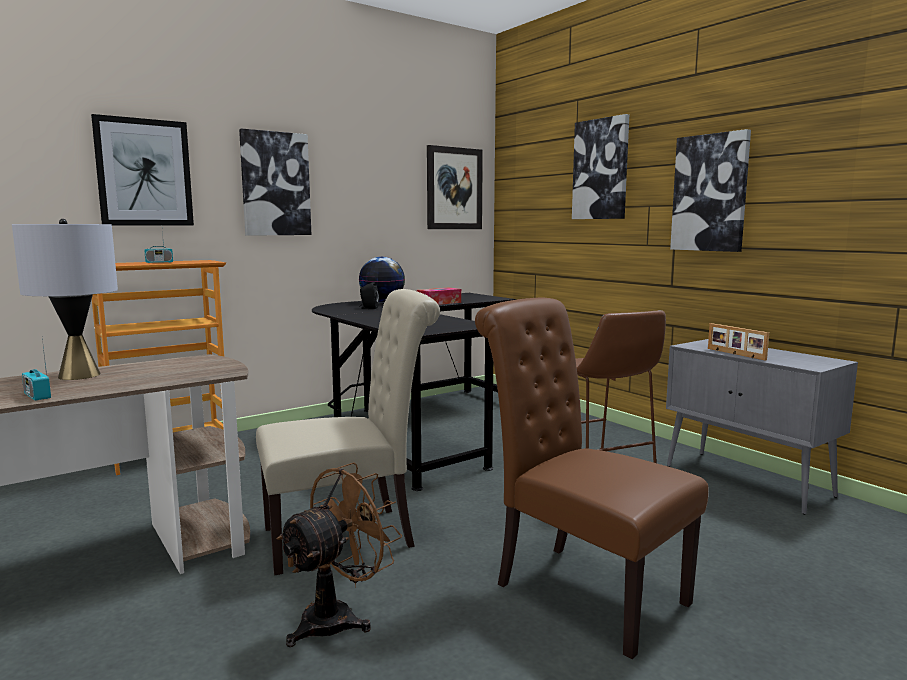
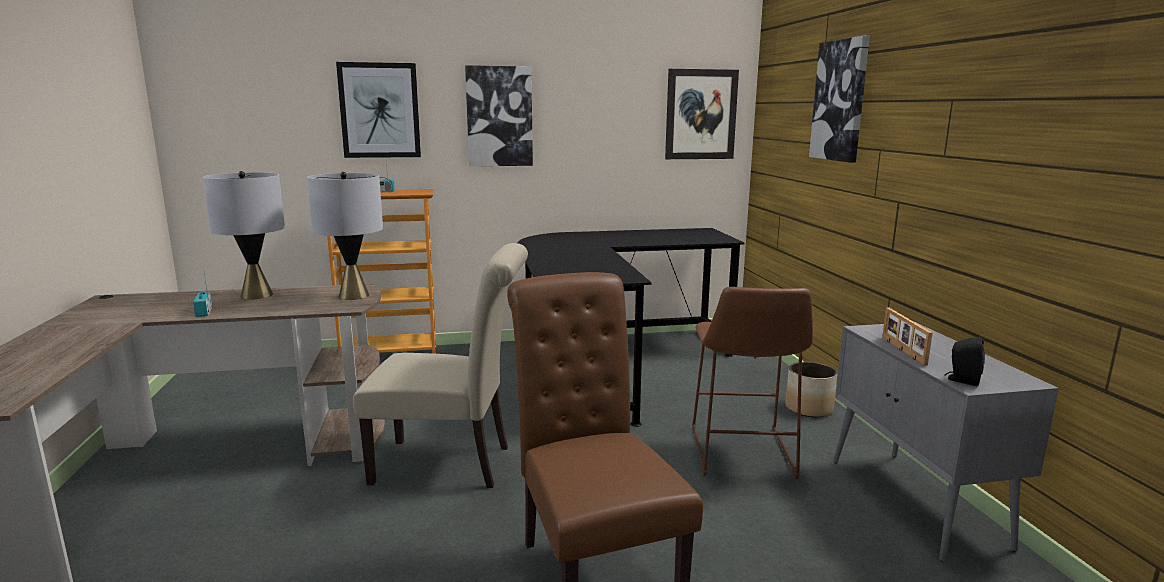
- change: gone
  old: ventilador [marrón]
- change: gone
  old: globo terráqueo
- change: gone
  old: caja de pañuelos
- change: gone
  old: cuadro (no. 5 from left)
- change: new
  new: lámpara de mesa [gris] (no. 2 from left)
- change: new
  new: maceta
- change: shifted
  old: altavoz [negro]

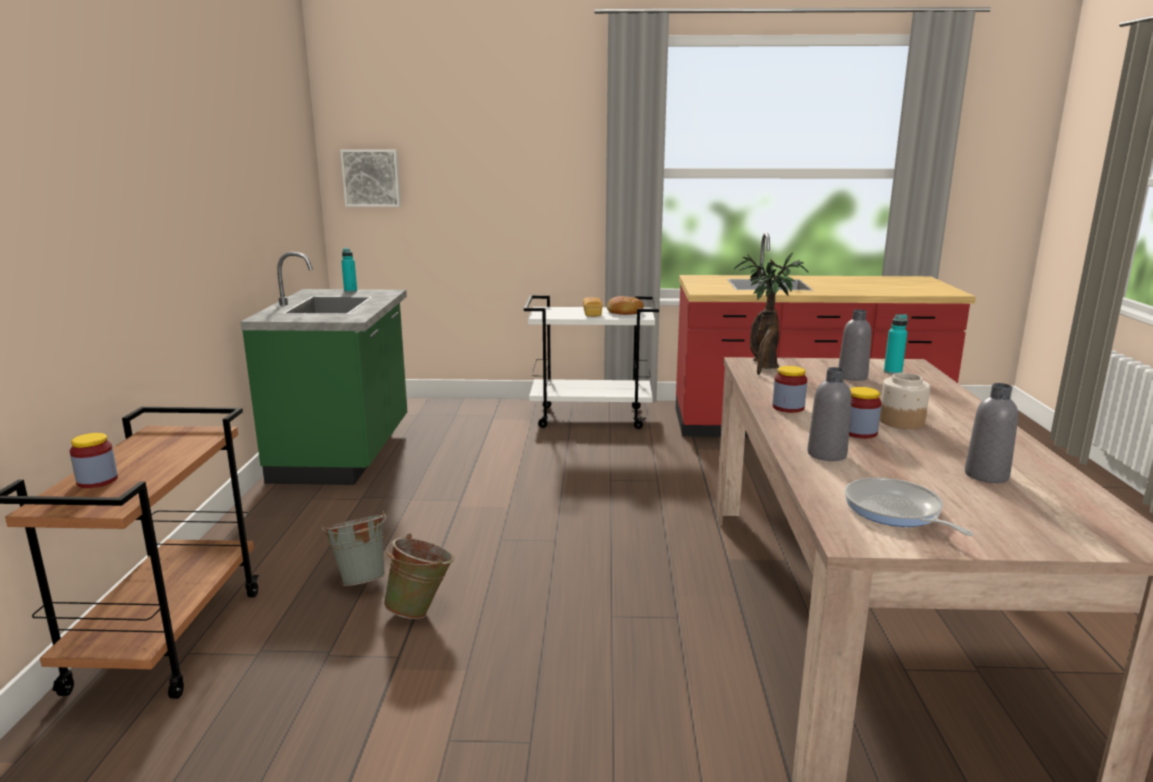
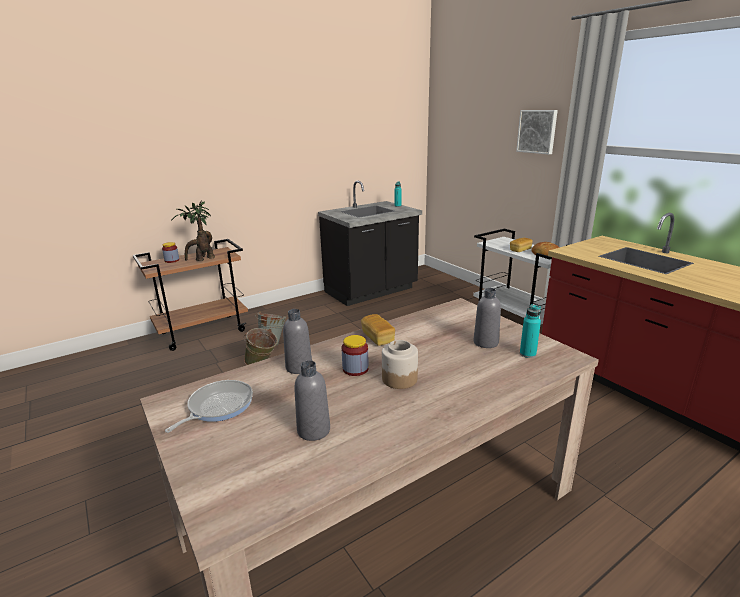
- change: shifted
  old: cuadro
- change: shifted
  old: planta en maceta
- change: swapped
  old: tarro (no. 2 from left)
  new: pan (no. 1 from left)
- change: repainted
  old: mueble bajo de cocina [verde]
  new: mueble bajo de cocina [negro]

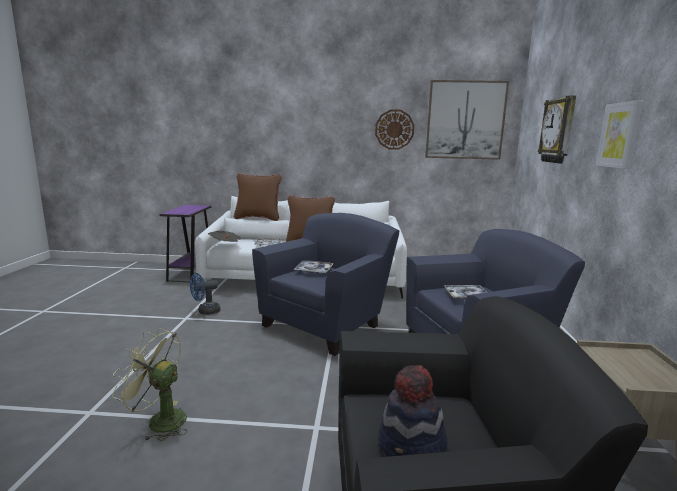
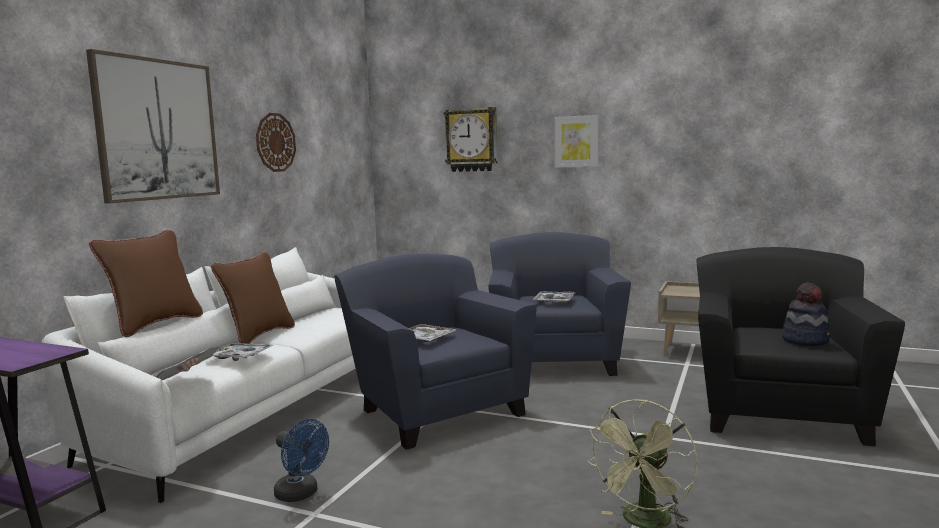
- change: shifted
  old: cuadro (no. 1 from left)
- change: rotated
  old: ventilador [azul]
  degrees: -45

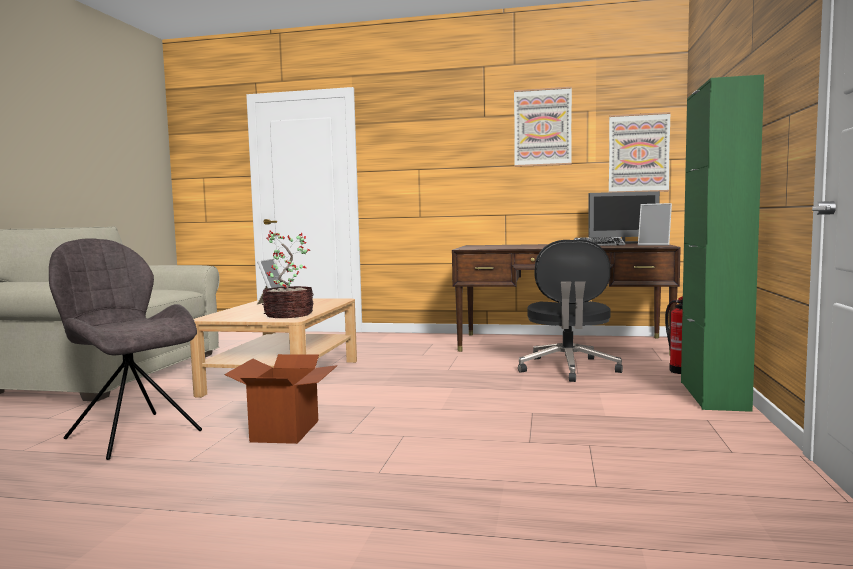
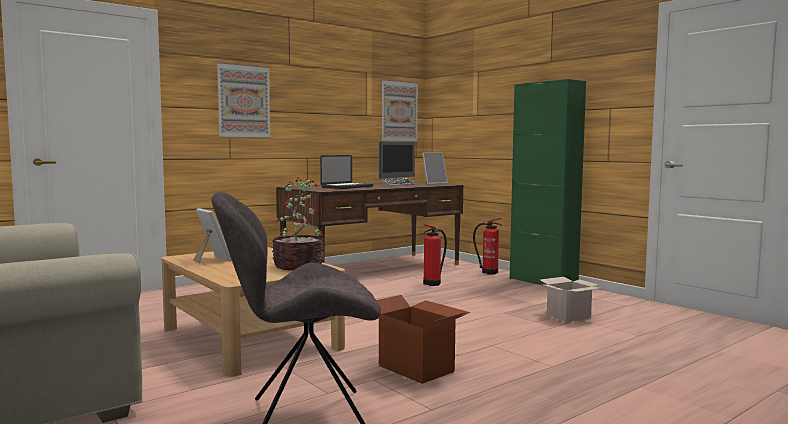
- change: new
  new: portátil
- change: new
  new: caja de cartón (no. 2 from left)
- change: shifted
  old: cuadro (no. 1 from left)
- change: swapped
  old: silla de oficina [negro]
  new: extintor (no. 1 from left)

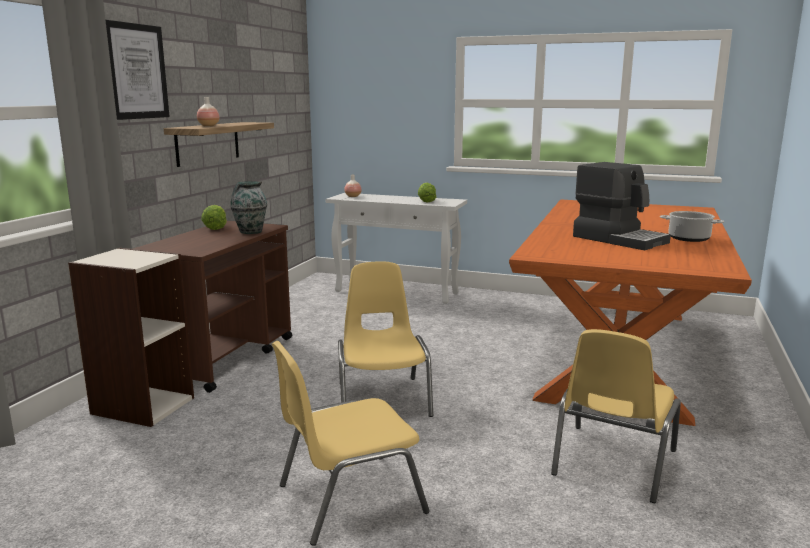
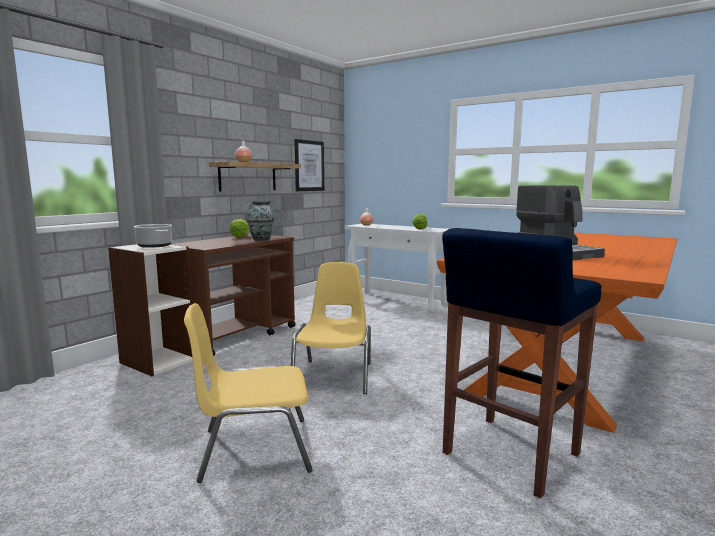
- change: shifted
  old: cuadro
- change: shifted
  old: olla
- change: swapped
  old: silla [amarillo] (no. 3 from left)
  new: taburete [azul]

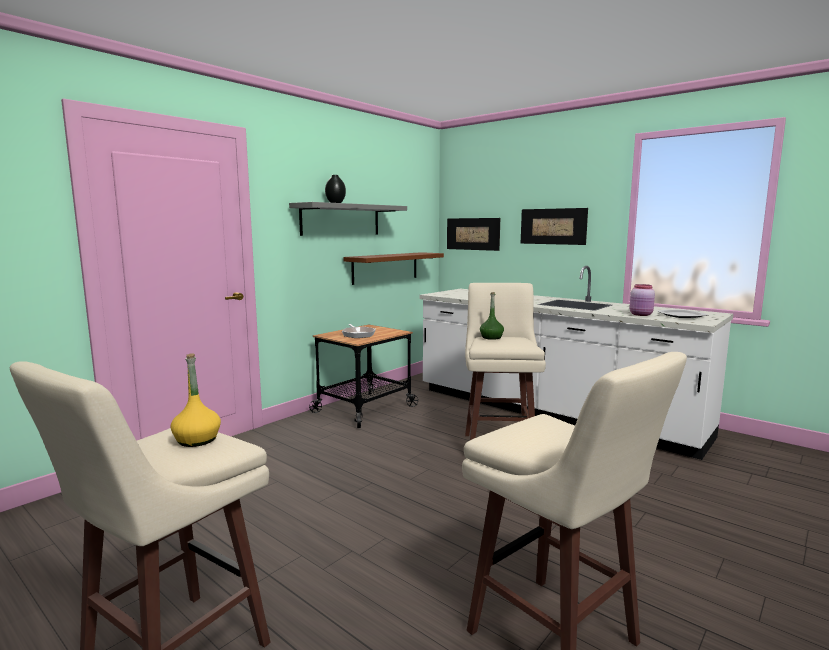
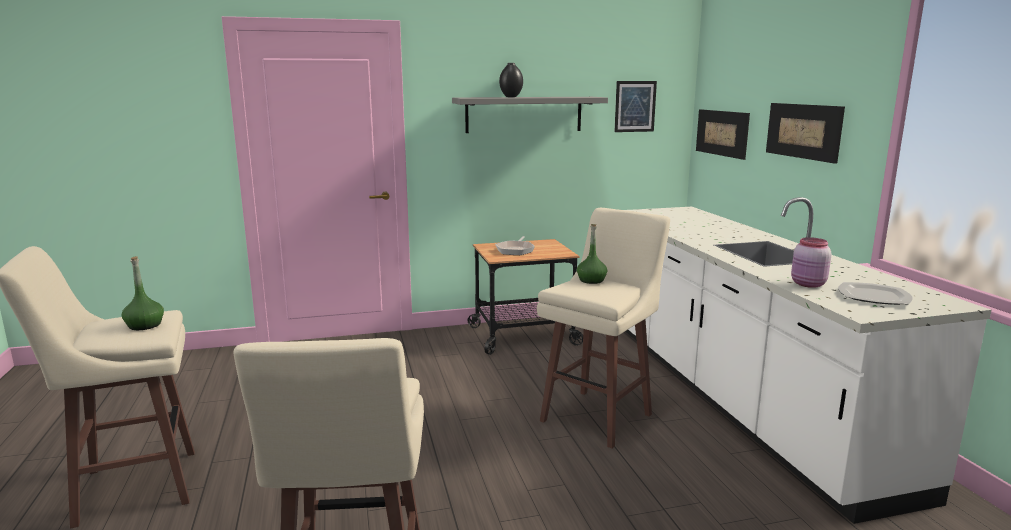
- change: gone
  old: estante [marrón]
- change: new
  new: cuadro (no. 1 from left)
- change: repainted
  old: botella [amarillo]
  new: botella [verde] (no. 1 from left)

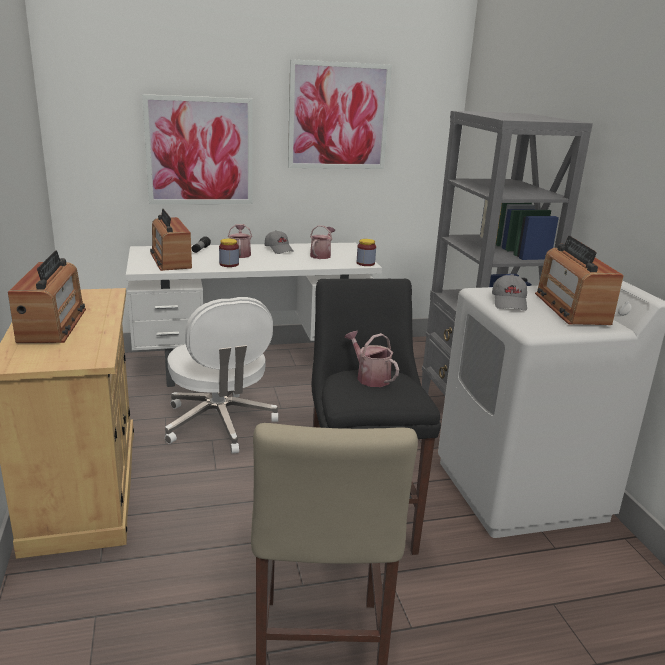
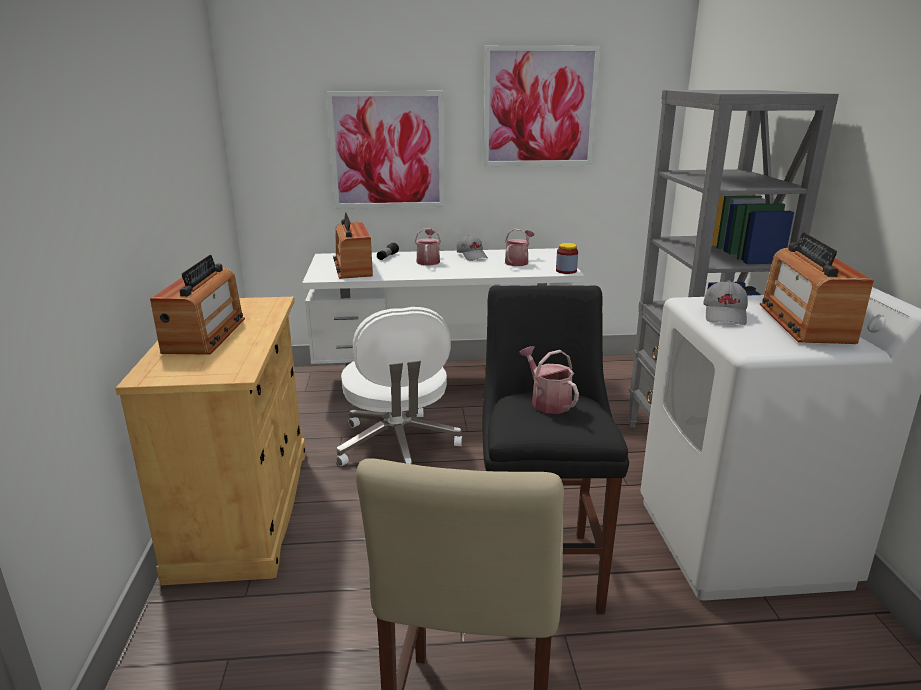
- change: gone
  old: tarro (no. 1 from left)

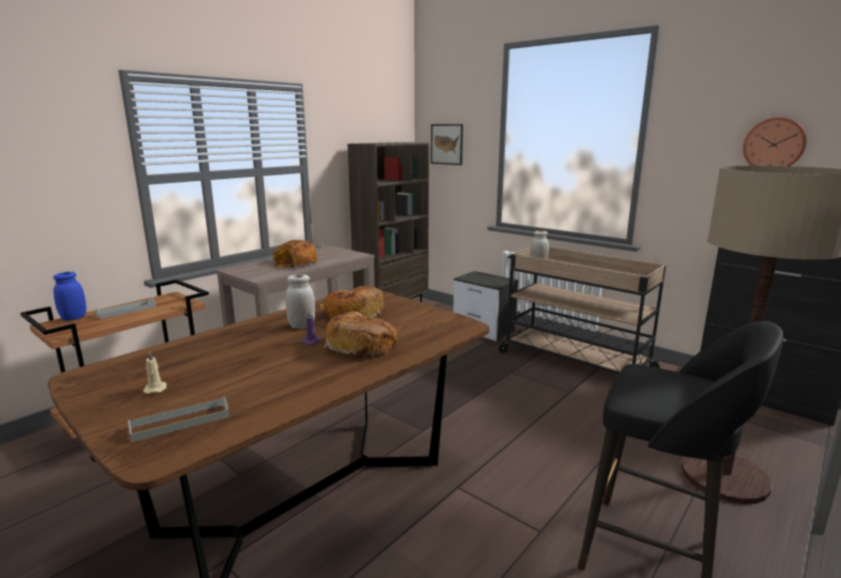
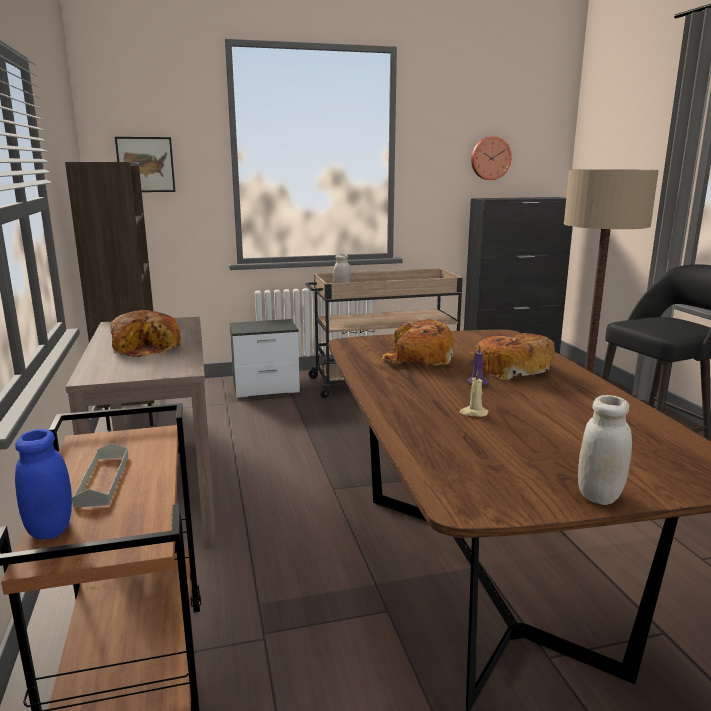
- change: gone
  old: bandeja [gris] (no. 2 from left)
- change: shifted
  old: vela [beis]
- change: shifted
  old: tarro [blanco] (no. 1 from left in the first image)
  new: tarro [blanco] (no. 2 from left)

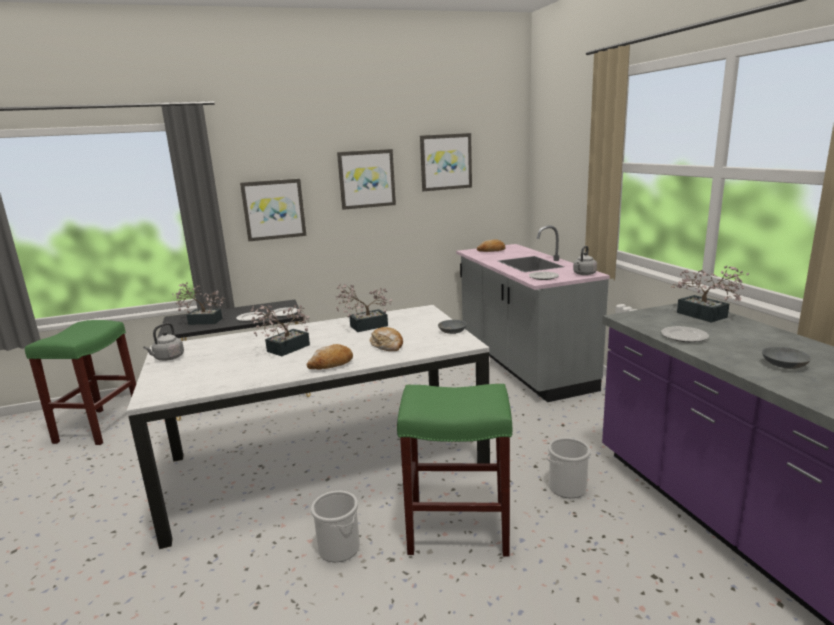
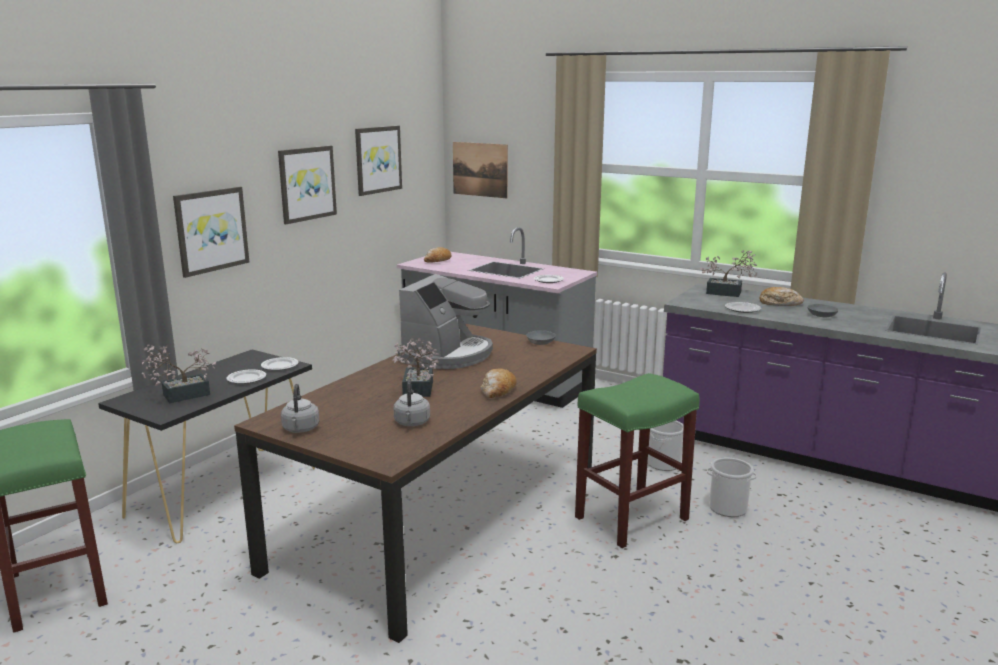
- change: new
  new: cuadro (no. 4 from left)
- change: shifted
  old: cubo (no. 1 from left in the first image)
  new: cubo (no. 2 from left)
- change: shifted
  old: pan (no. 2 from left in the first image)
  new: pan (no. 3 from left)
- change: shifted
  old: hervidor [gris] (no. 2 from left)
- change: swapped
  old: planta en maceta (no. 3 from left)
  new: cafetera
- change: repainted
  old: mesa de comedor [blanco]
  new: mesa de comedor [marrón]

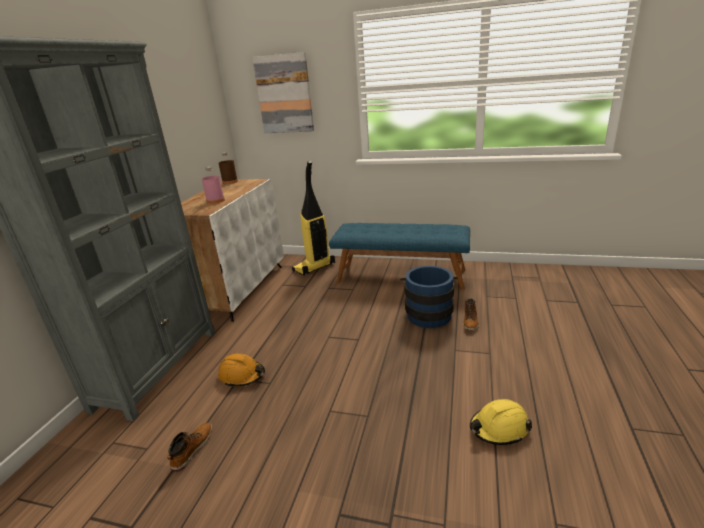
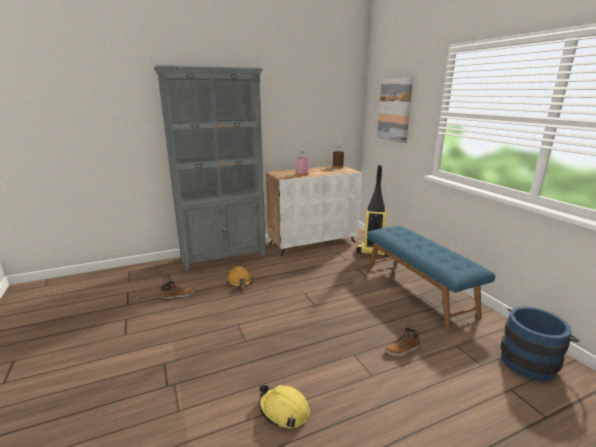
- change: shifted
  old: cubo [azul]

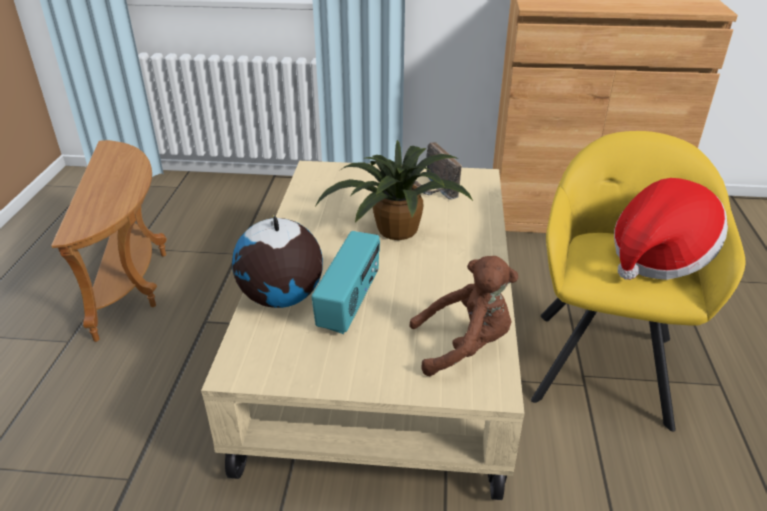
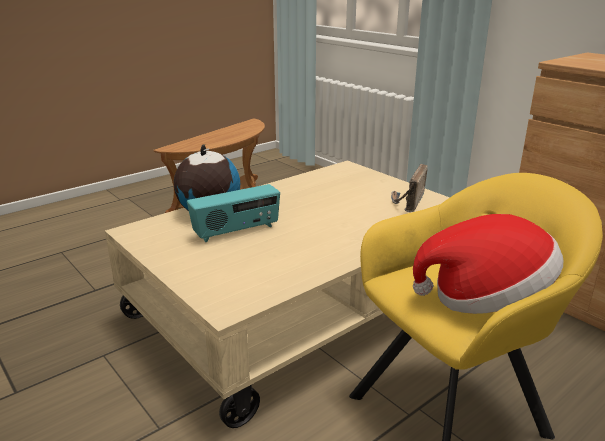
- change: gone
  old: planta en maceta
- change: gone
  old: peluche [marrón]

